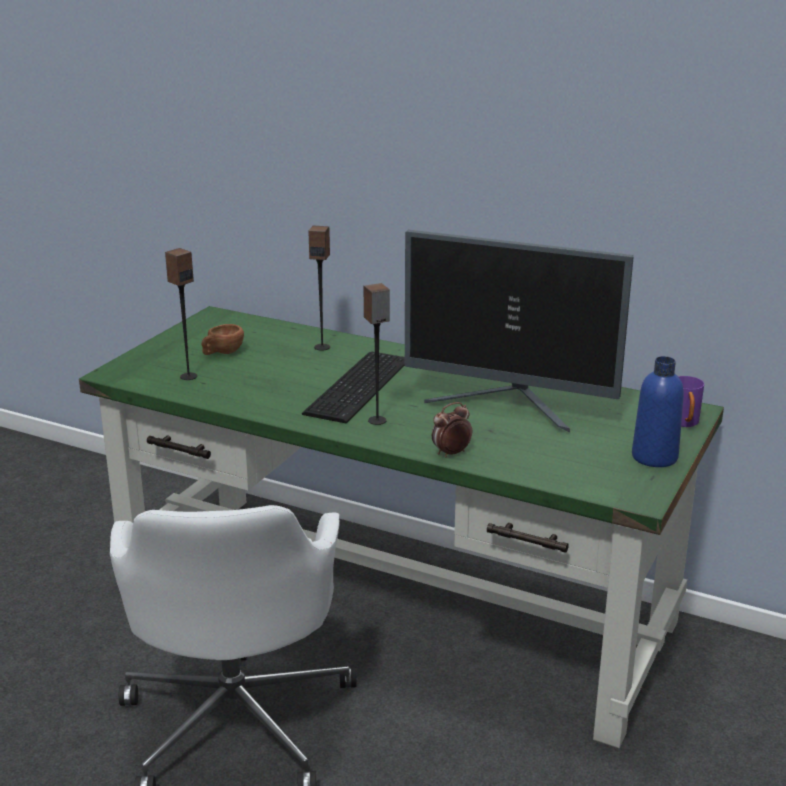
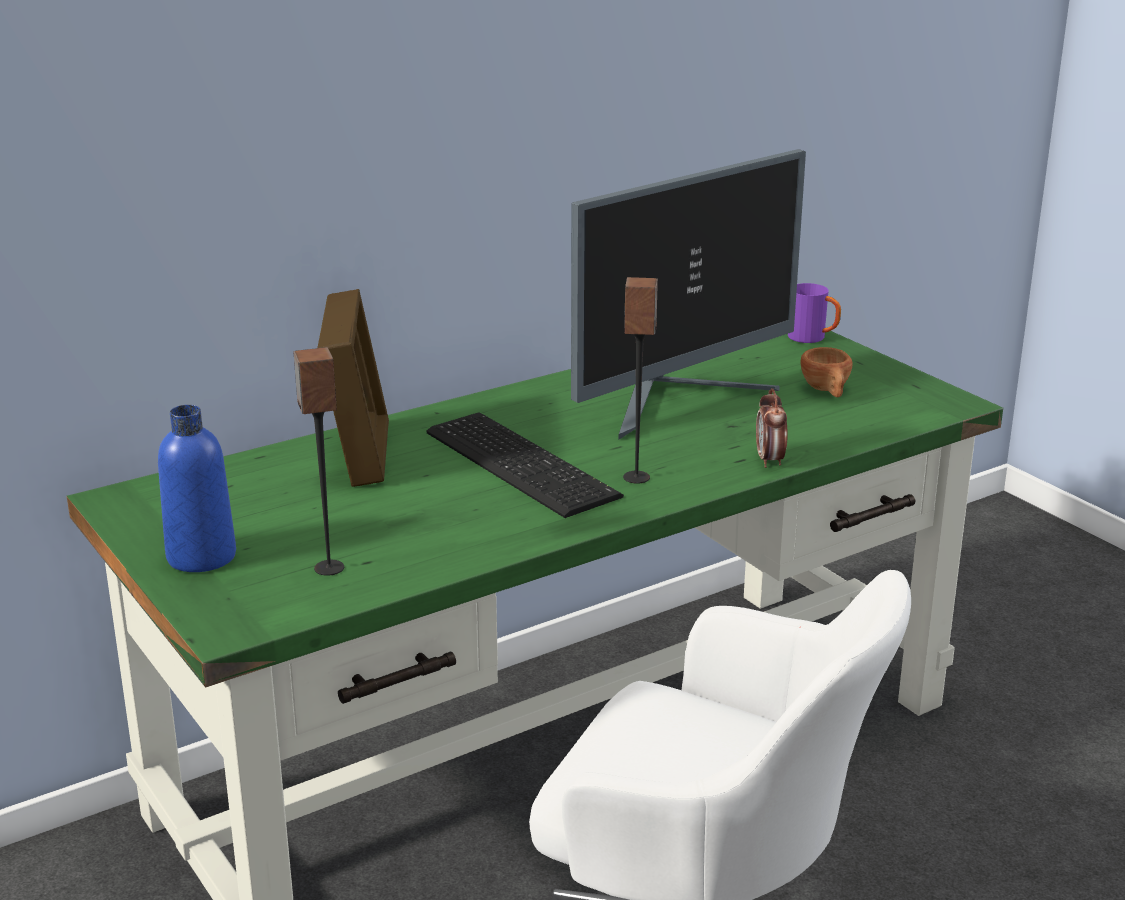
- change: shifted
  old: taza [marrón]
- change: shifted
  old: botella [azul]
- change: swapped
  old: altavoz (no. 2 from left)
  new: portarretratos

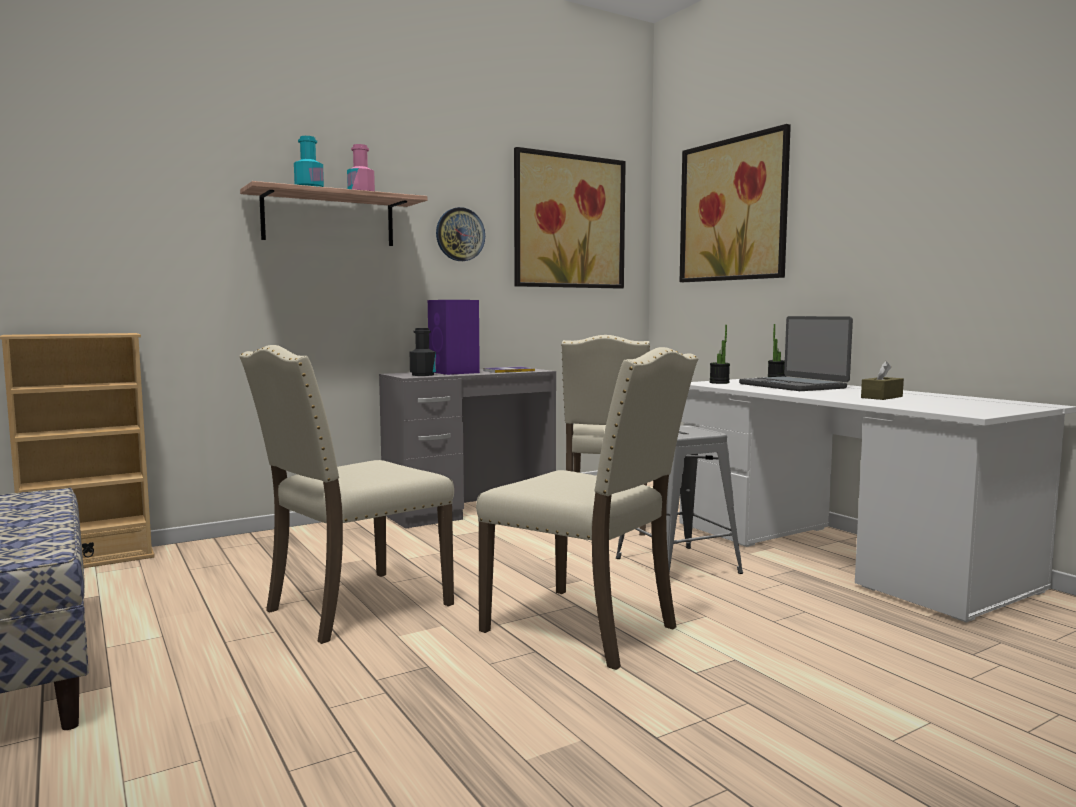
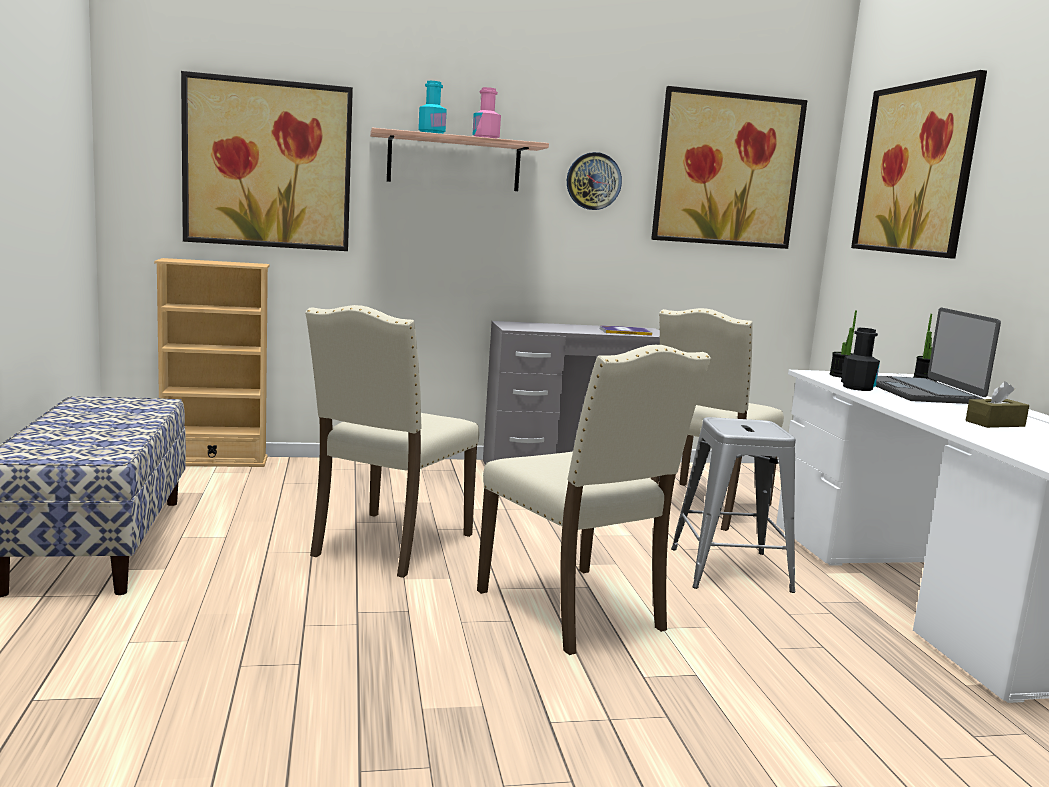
- change: gone
  old: altavoz [morado]
- change: new
  new: cuadro (no. 1 from left)
- change: shifted
  old: botella [negro]
- change: rotated
  old: silla [beis] (no. 1 from left)
  degrees: -45

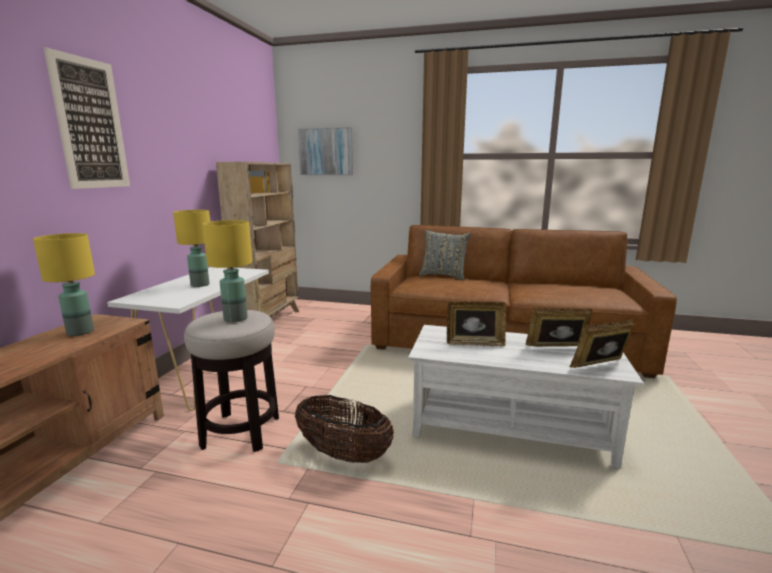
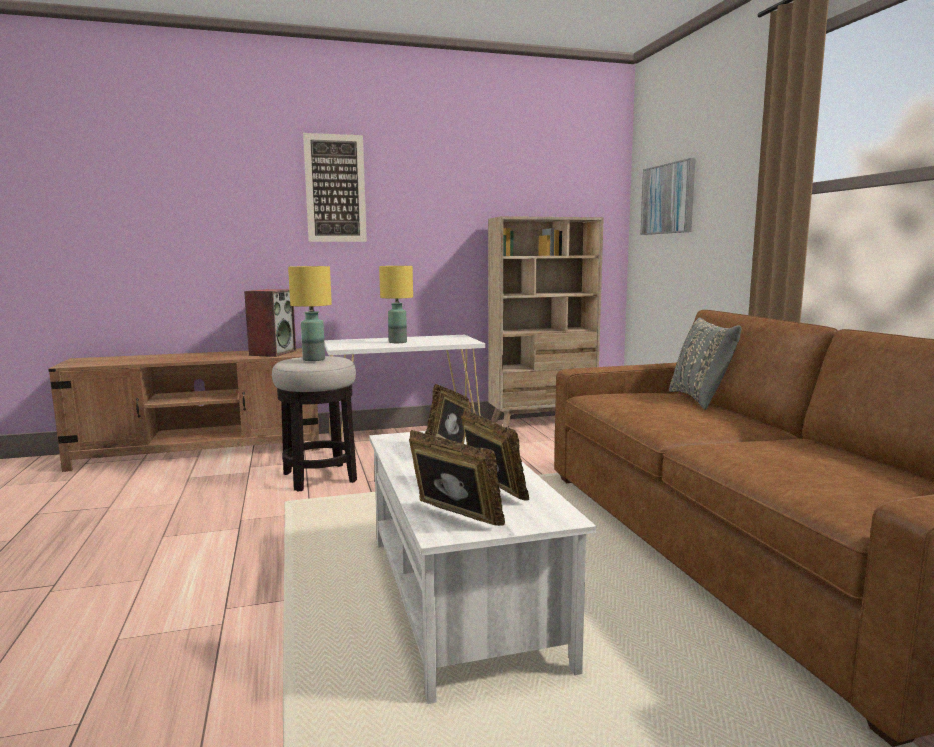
- change: gone
  old: cesta
- change: swapped
  old: lámpara de mesa [amarillo] (no. 1 from left)
  new: altavoz

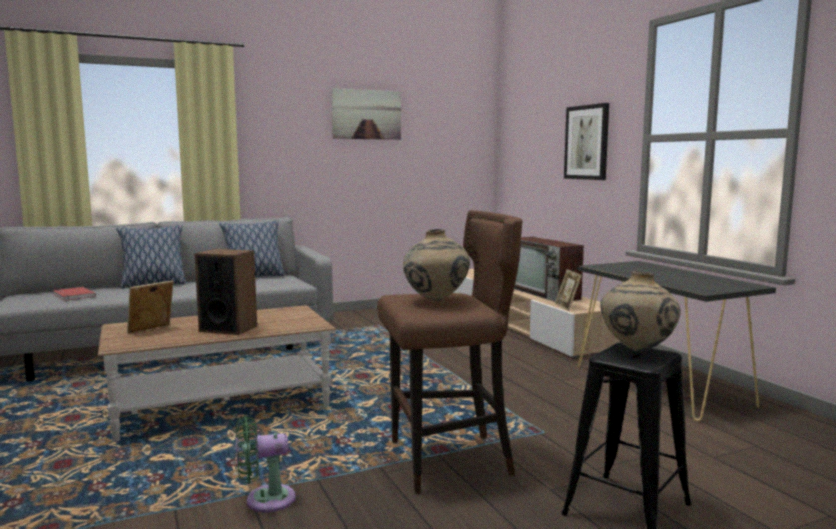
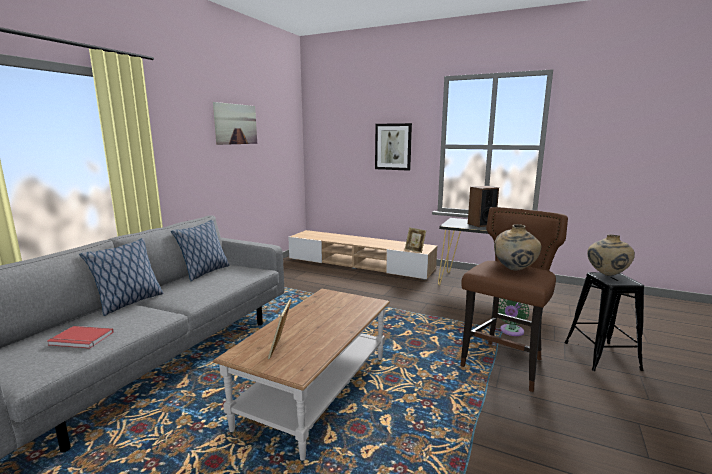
- change: gone
  old: televisor
- change: shifted
  old: altavoz
- change: shifted
  old: ventilador [verde]

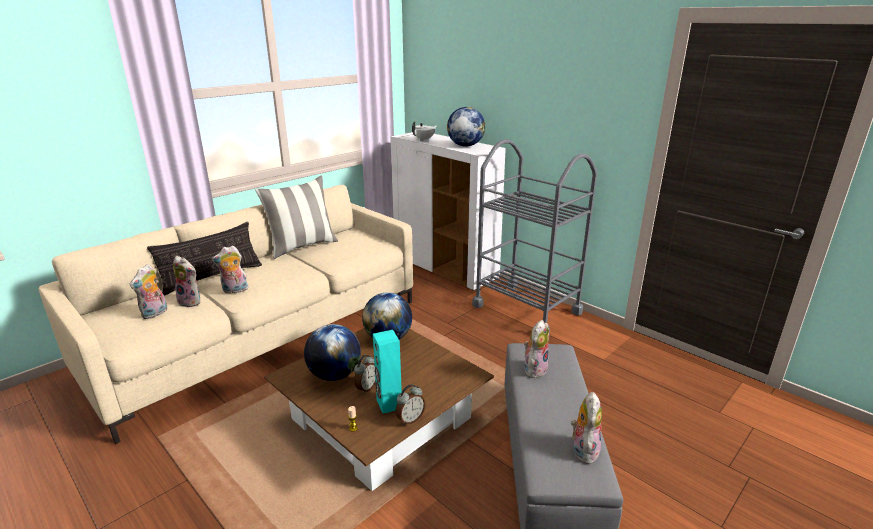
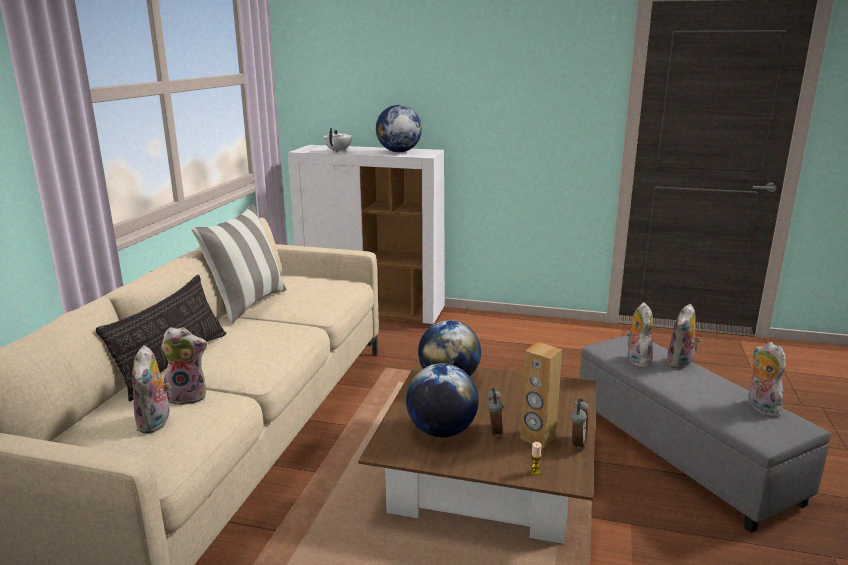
- change: gone
  old: carrito [gris]
- change: shifted
  old: peluche (no. 3 from left in the first image)
  new: peluche (no. 4 from left)
- change: repainted
  old: altavoz [turquesa]
  new: altavoz [marrón]

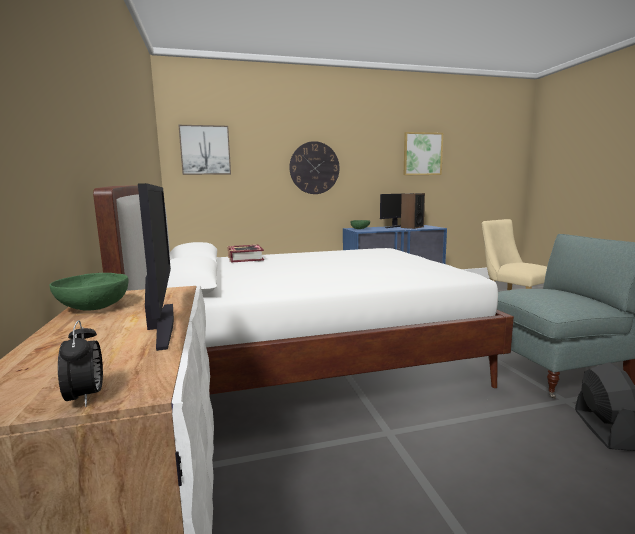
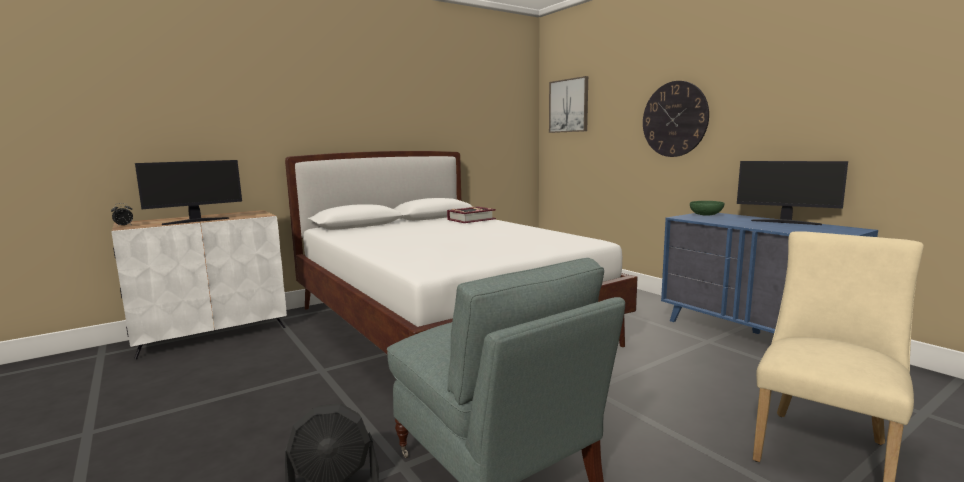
- change: gone
  old: cuenco [verde] (no. 1 from left)
- change: gone
  old: altavoz
- change: gone
  old: cuadro (no. 2 from left)

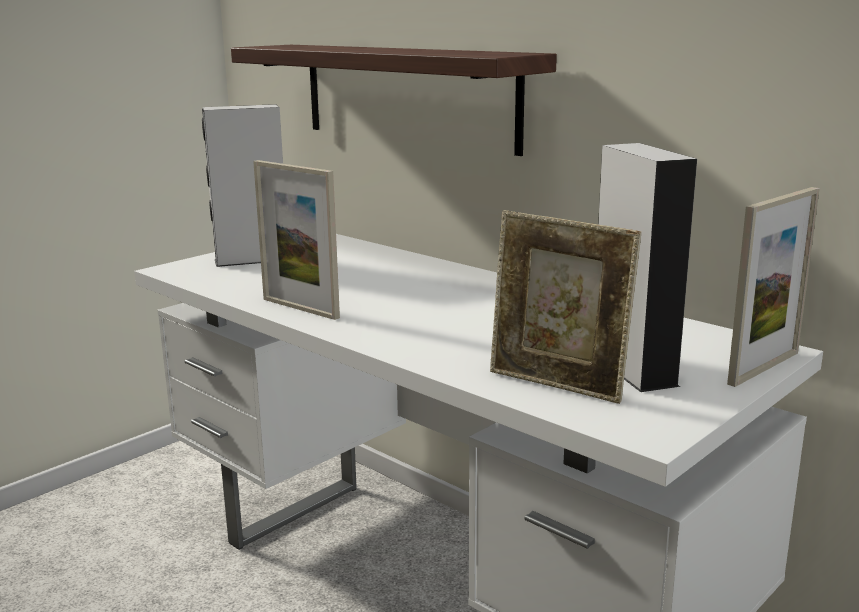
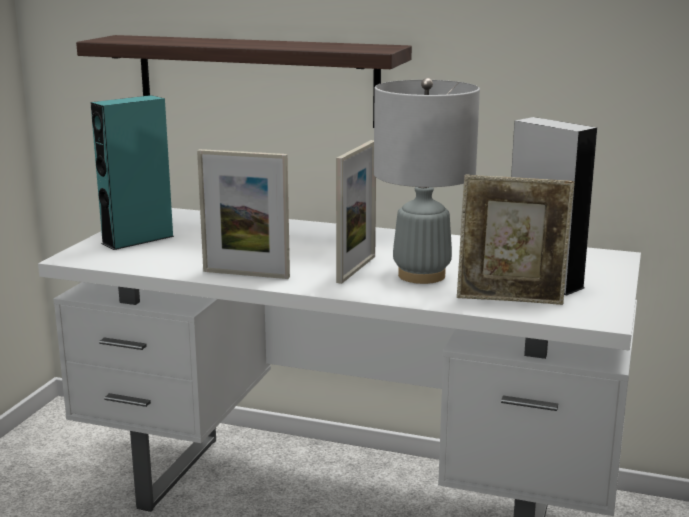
- change: new
  new: lámpara de mesa [gris]
- change: shifted
  old: portarretratos (no. 3 from left in the first image)
  new: portarretratos (no. 2 from left)
- change: repainted
  old: altavoz [gris] (no. 1 from left)
  new: altavoz [turquesa]

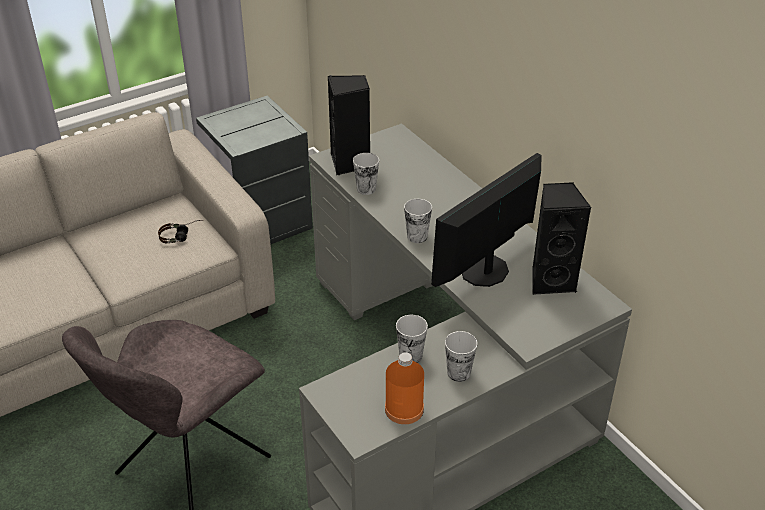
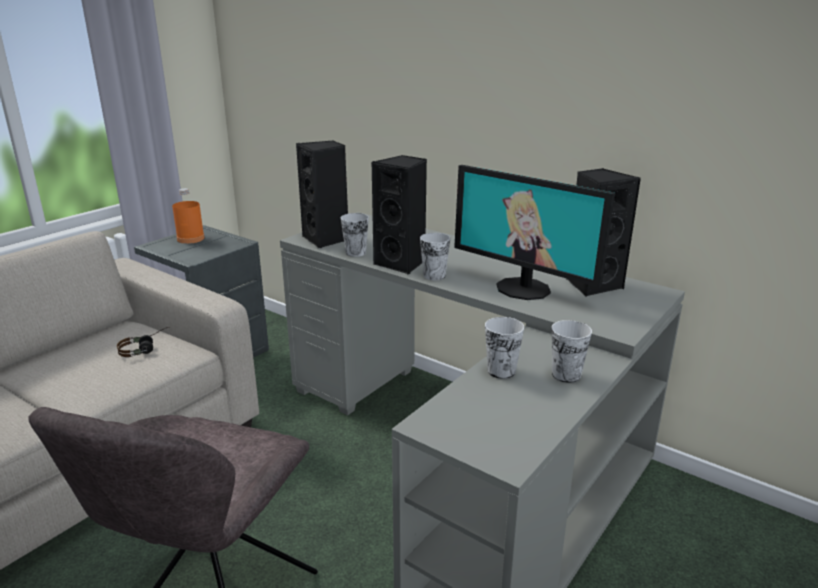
- change: new
  new: altavoz [negro] (no. 2 from left)
- change: shifted
  old: botella [naranja]
- change: rotated
  old: monitor
  degrees: -75

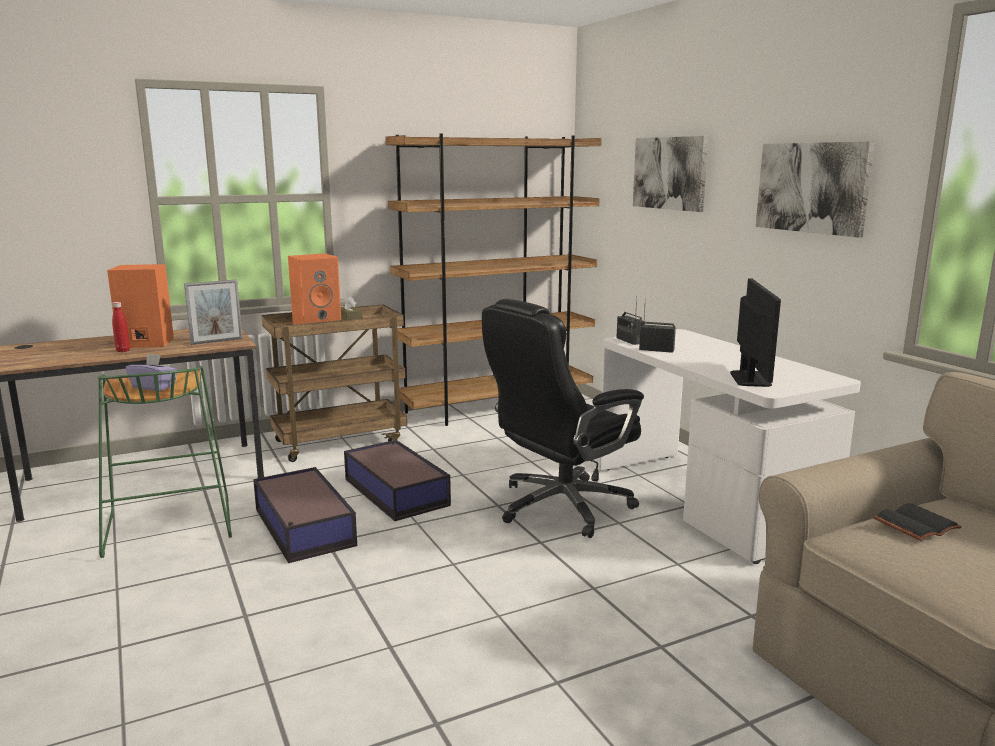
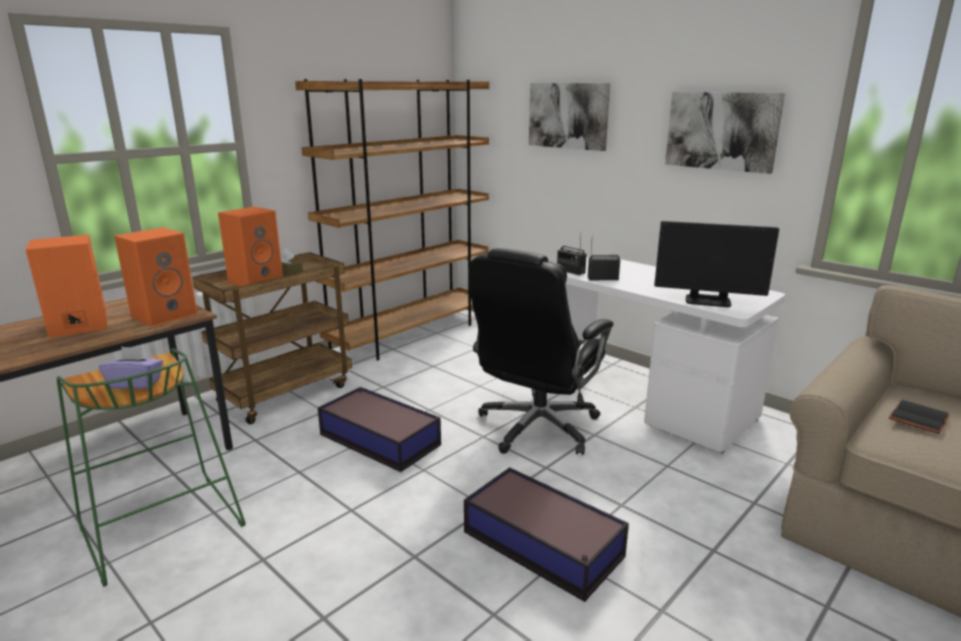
- change: gone
  old: botella [rojo]
- change: shifted
  old: caja de almacenaje (no. 1 from left in the first image)
  new: caja de almacenaje (no. 2 from left)
- change: swapped
  old: portarretratos
  new: altavoz [naranja] (no. 2 from left)
- change: rotated
  old: monitor
  degrees: 120

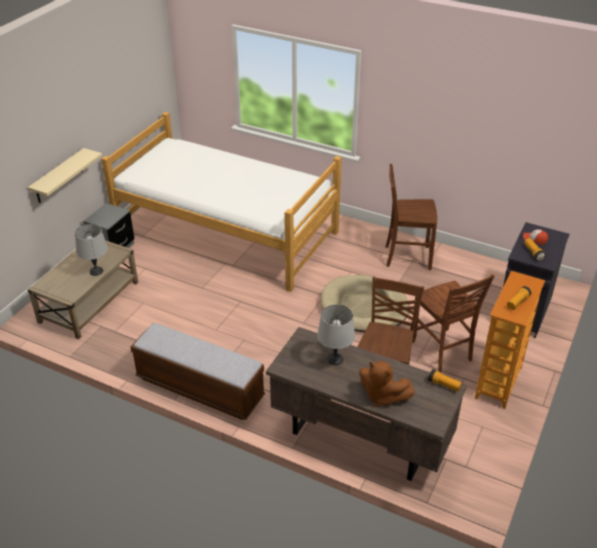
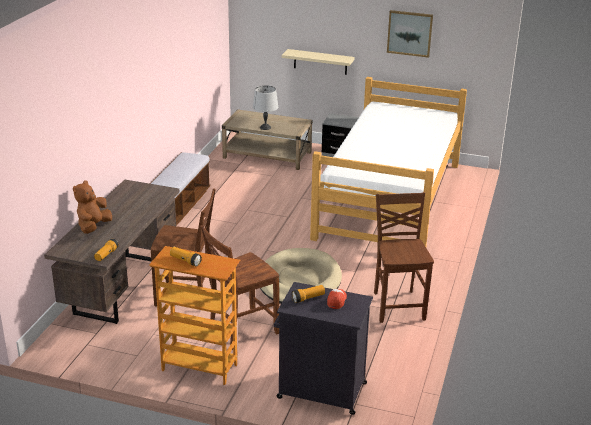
- change: gone
  old: lámpara de mesa [gris] (no. 2 from left)
- change: new
  new: cuadro

